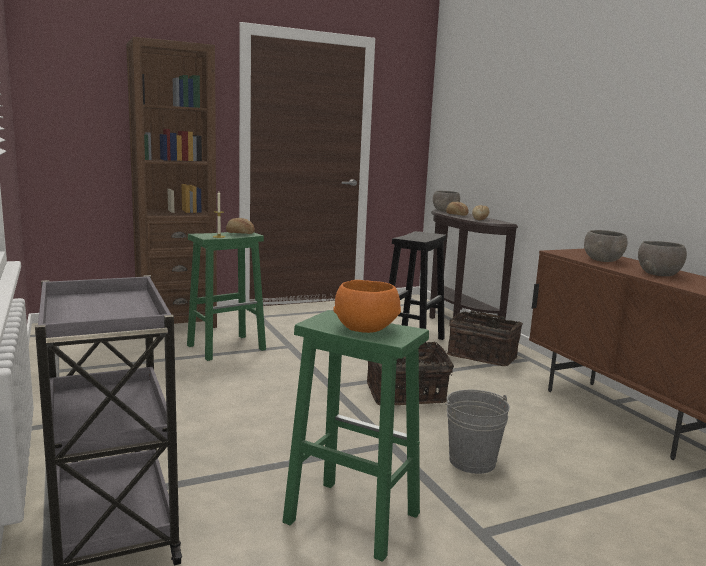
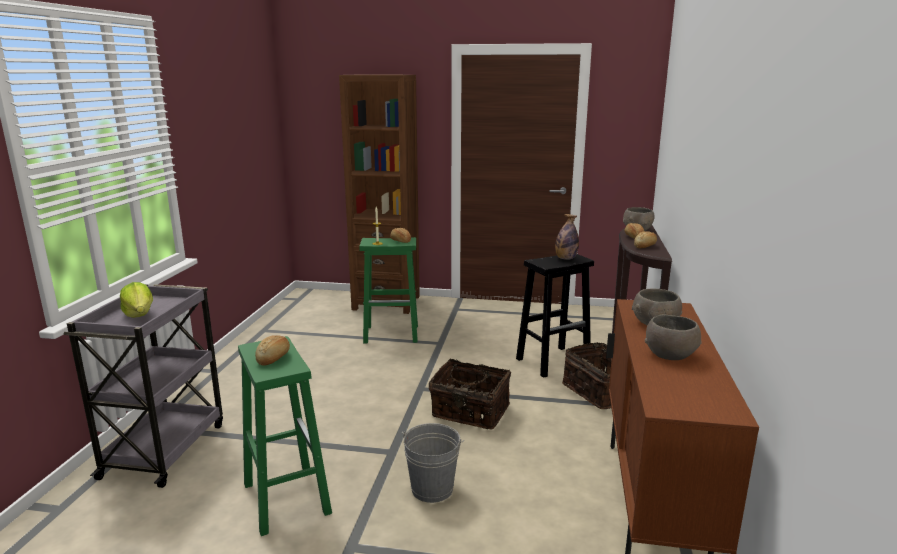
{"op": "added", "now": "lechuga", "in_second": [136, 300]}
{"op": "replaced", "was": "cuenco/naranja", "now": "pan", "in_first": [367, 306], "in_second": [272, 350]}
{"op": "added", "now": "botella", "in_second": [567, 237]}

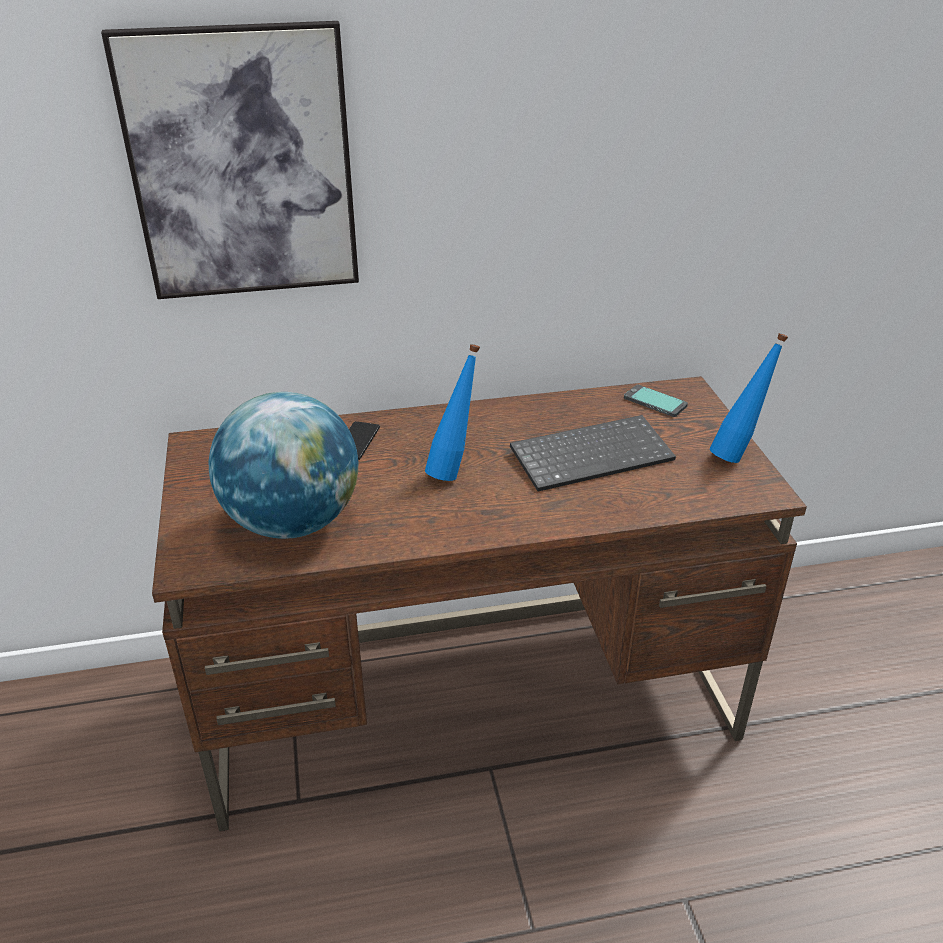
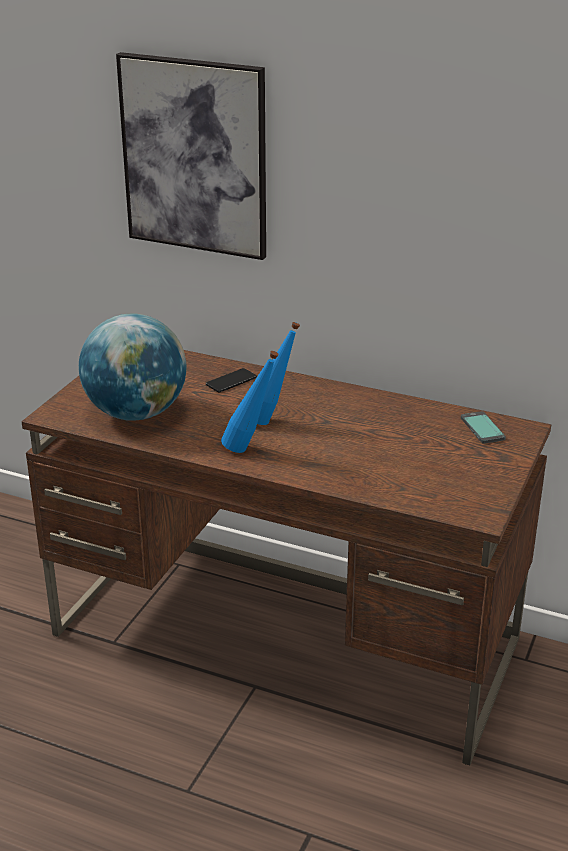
{"op": "moved", "was": "botella/azul", "in_first": [749, 398], "in_second": [250, 402]}
{"op": "removed", "was": "teclado", "in_first": [593, 453]}

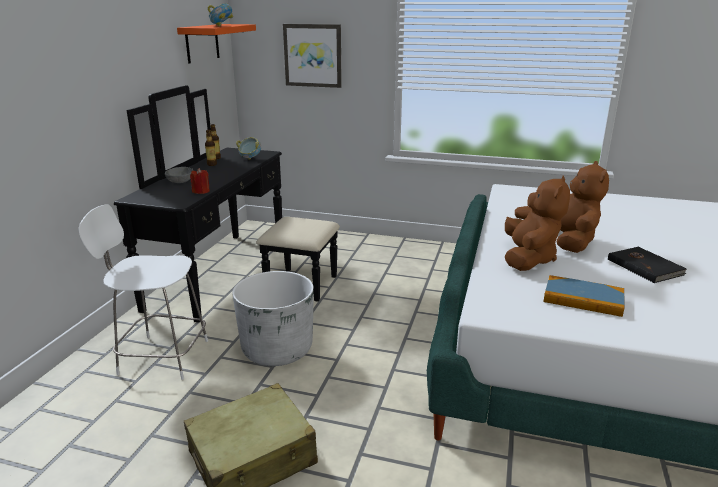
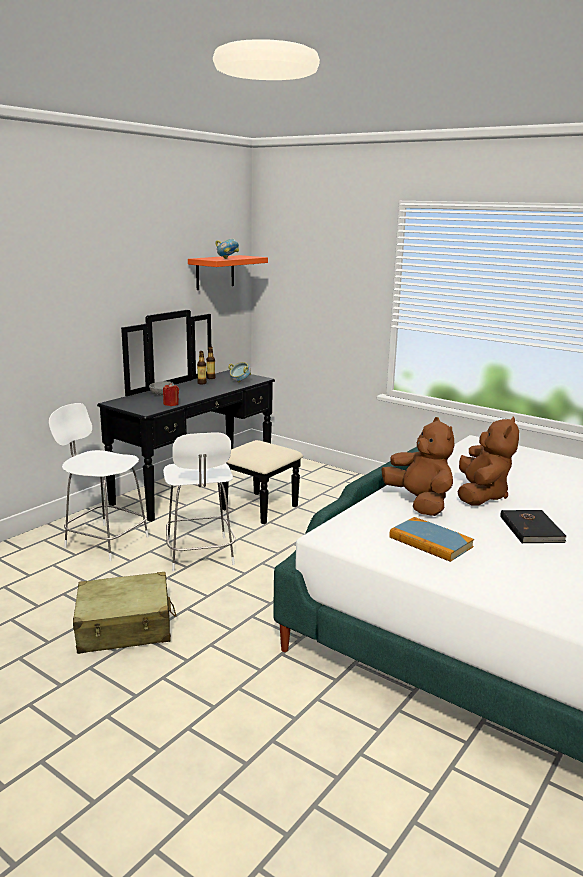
{"op": "replaced", "was": "maceta/blanco", "now": "silla/blanco", "in_first": [273, 318], "in_second": [199, 501]}
{"op": "turned", "was": "peluche/marrón", "in_first": [537, 223], "in_second": [417, 466], "clockwise": -60}
{"op": "removed", "was": "cuadro", "in_first": [312, 56]}

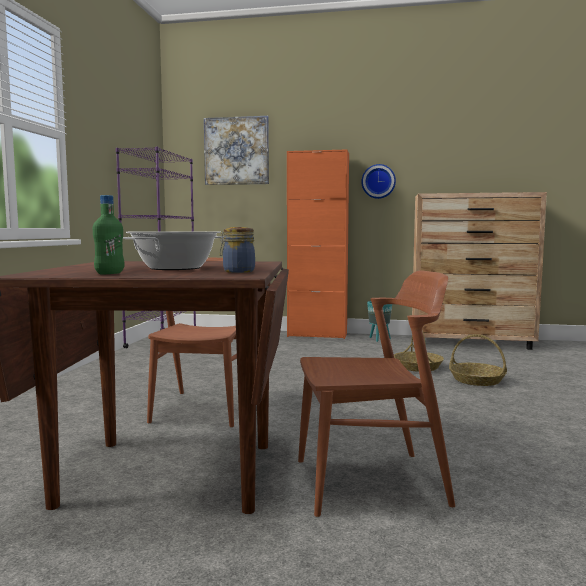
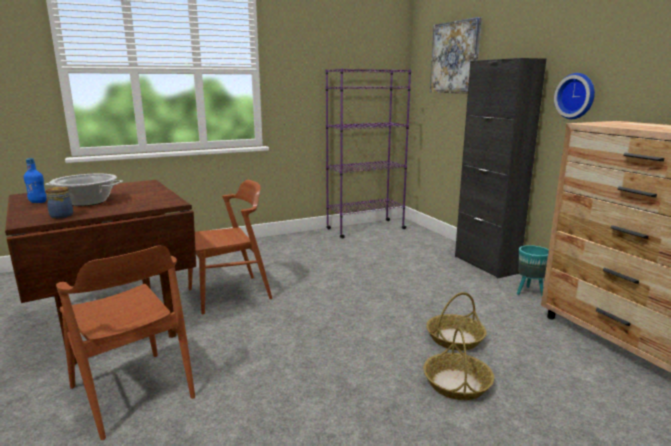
{"op": "recoloured", "was": "botella/verde", "now": "botella/azul", "in_first": [109, 234], "in_second": [35, 180]}
{"op": "recoloured", "was": "armario/naranja", "now": "armario/negro", "in_first": [318, 244], "in_second": [500, 168]}

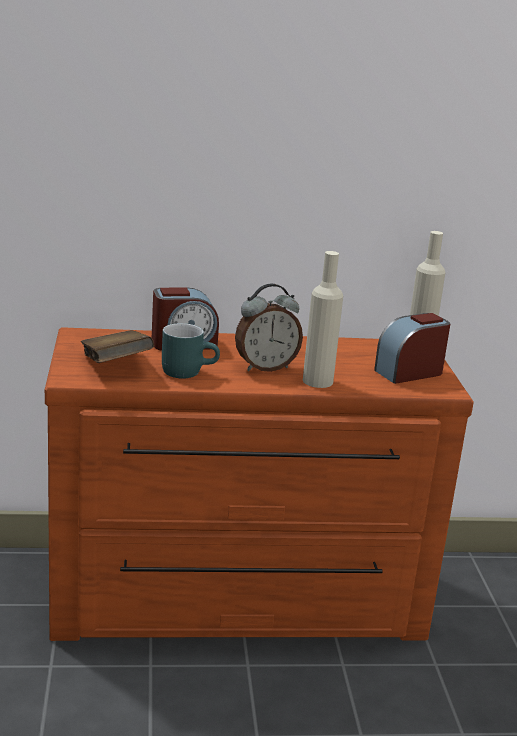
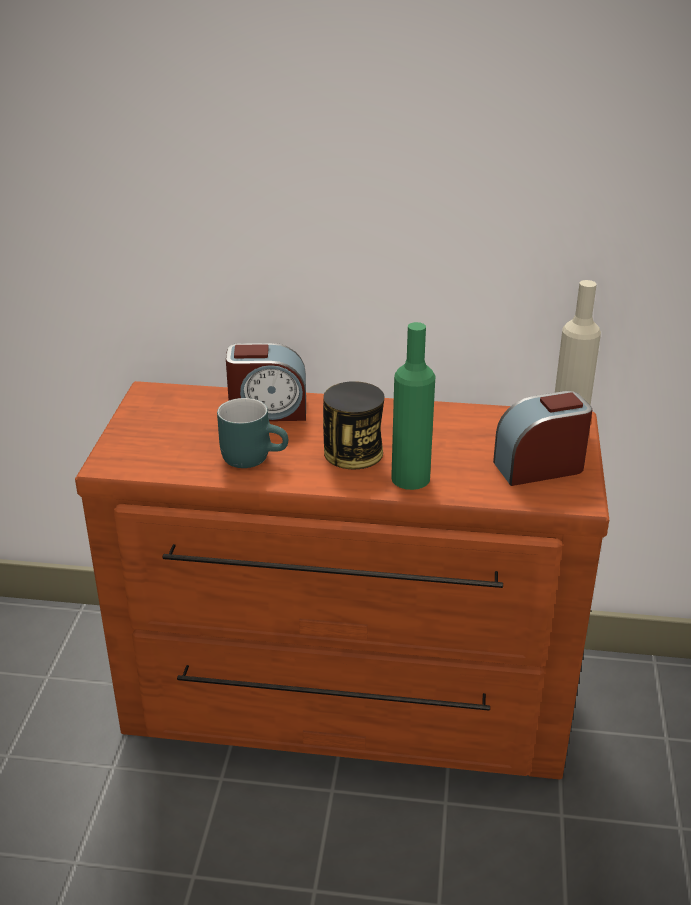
{"op": "replaced", "was": "despertador", "now": "lata", "in_first": [269, 327], "in_second": [354, 425]}
{"op": "recoloured", "was": "botella/beis", "now": "botella/verde", "in_first": [323, 319], "in_second": [413, 406]}
{"op": "removed", "was": "libro/marrón", "in_first": [117, 346]}

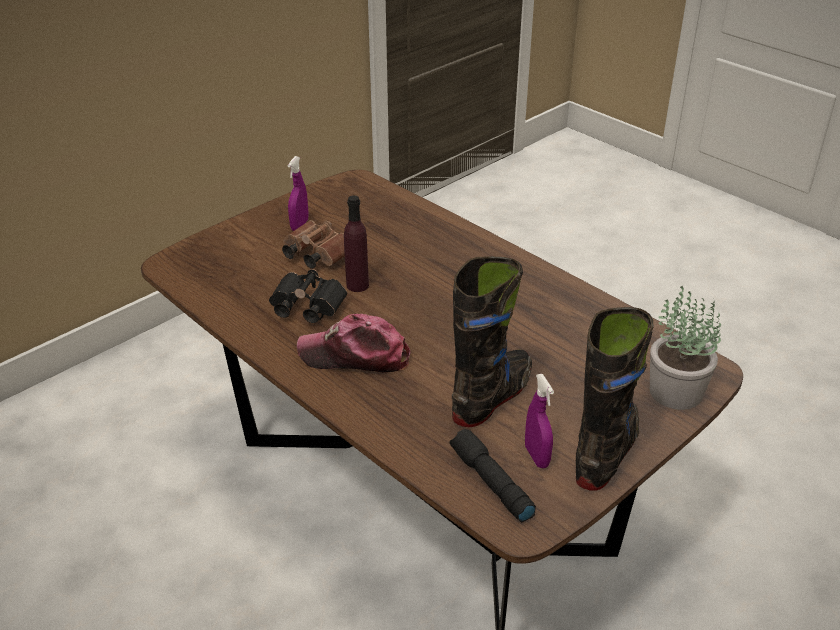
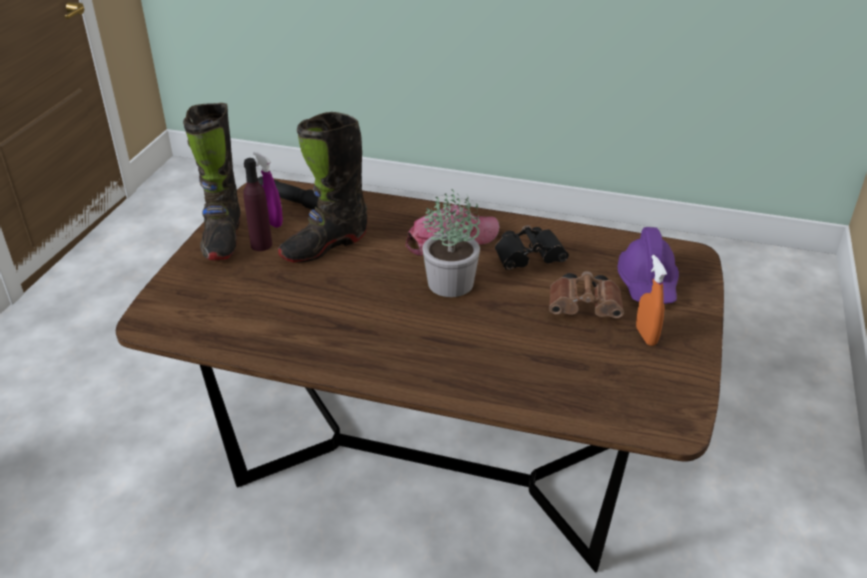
{"op": "moved", "was": "botella/morado", "in_first": [356, 243], "in_second": [258, 204]}
{"op": "turned", "was": "bota/negro", "in_first": [492, 341], "in_second": [323, 187], "clockwise": 45}
{"op": "moved", "was": "planta en maceta", "in_first": [685, 347], "in_second": [451, 243]}
{"op": "added", "now": "casco/morado", "in_second": [648, 265]}
{"op": "recoloured", "was": "pulverizador/morado", "now": "pulverizador/naranja", "in_first": [298, 193], "in_second": [651, 300]}

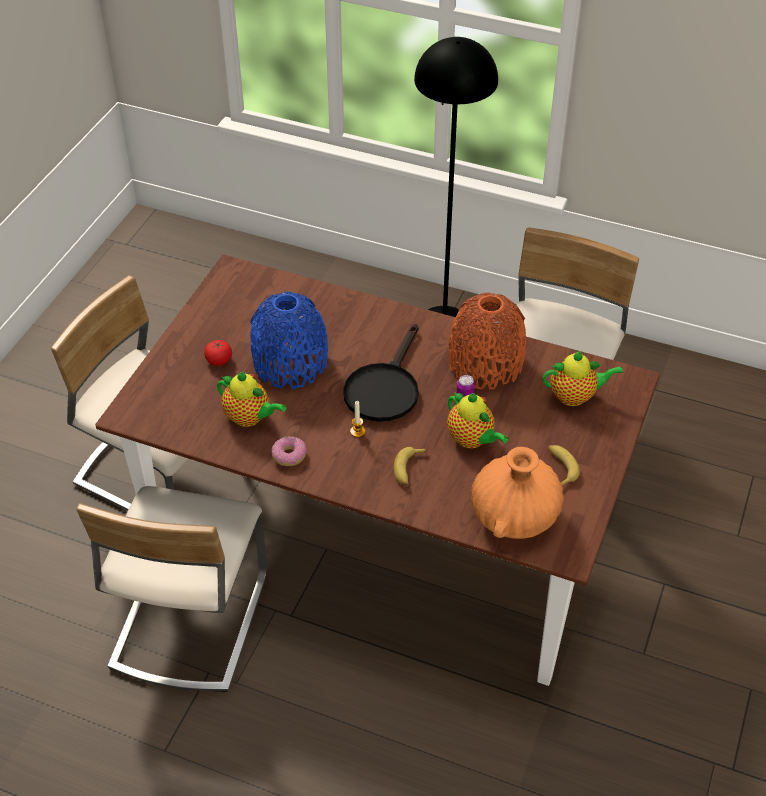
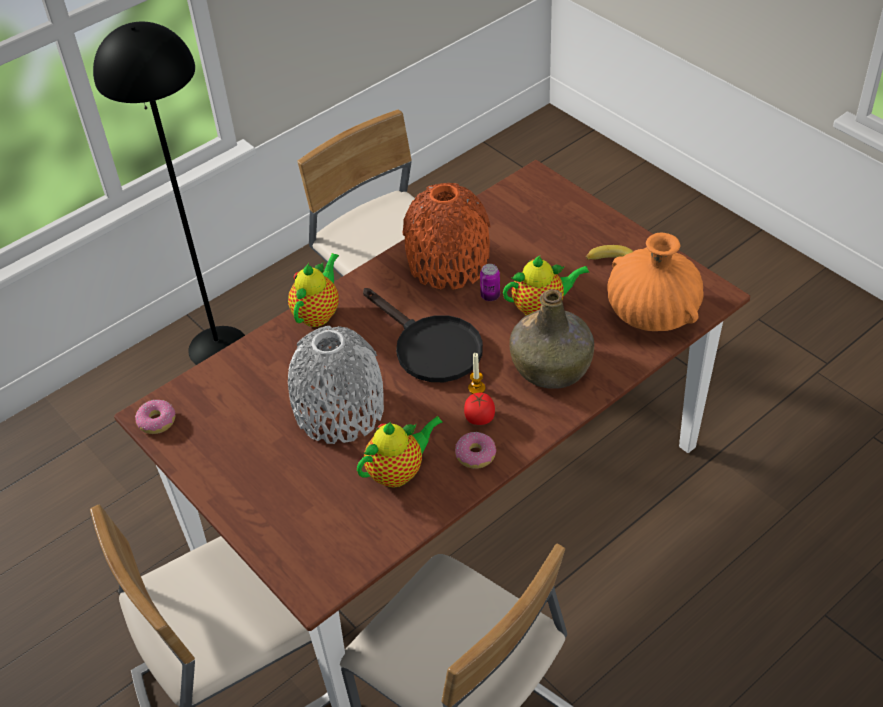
{"op": "added", "now": "rosquilla", "in_second": [155, 417]}
{"op": "moved", "was": "tetera", "in_first": [583, 378], "in_second": [313, 290]}
{"op": "recoloured", "was": "florero/azul", "now": "florero/gris", "in_first": [289, 340], "in_second": [336, 385]}
{"op": "moved", "was": "tomate", "in_first": [218, 353], "in_second": [479, 408]}
{"op": "replaced", "was": "plátano", "now": "botella/verde", "in_first": [410, 466], "in_second": [551, 339]}

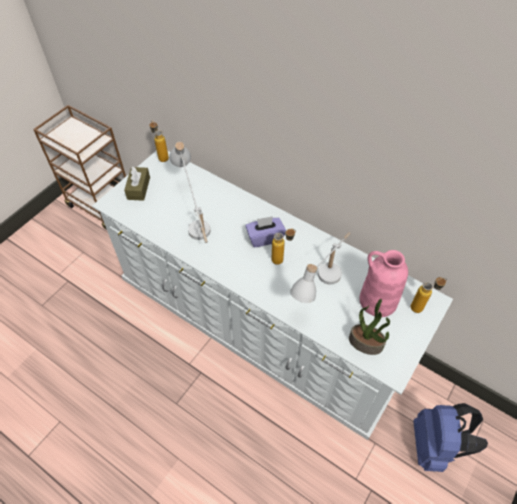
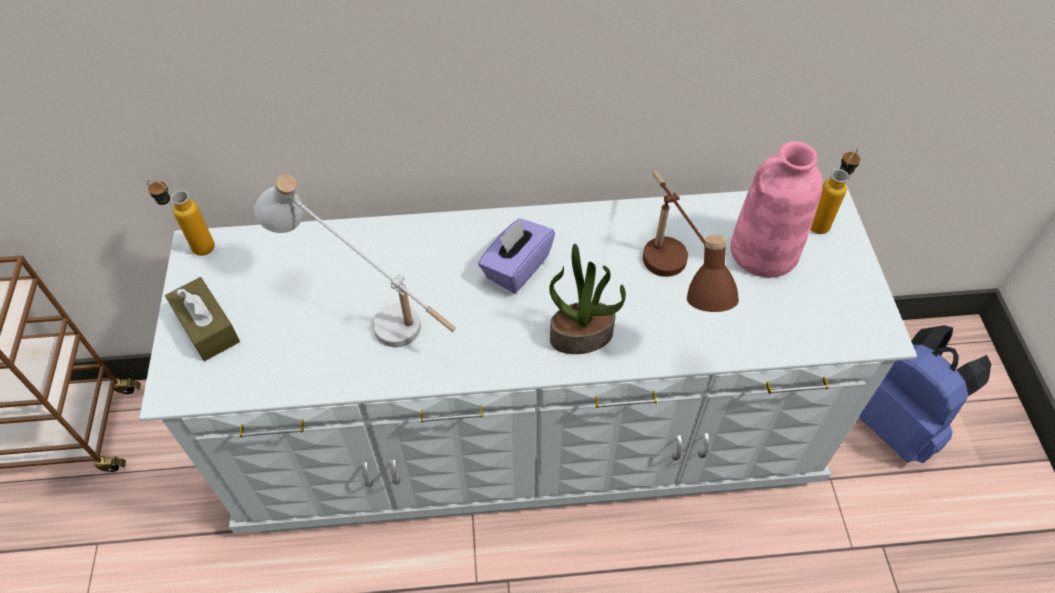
{"op": "moved", "was": "planta en maceta", "in_first": [369, 327], "in_second": [587, 299]}
{"op": "recoloured", "was": "lámpara de mesa/blanco", "now": "lámpara de mesa/marrón", "in_first": [320, 267], "in_second": [691, 241]}
{"op": "removed", "was": "botella", "in_first": [283, 247]}

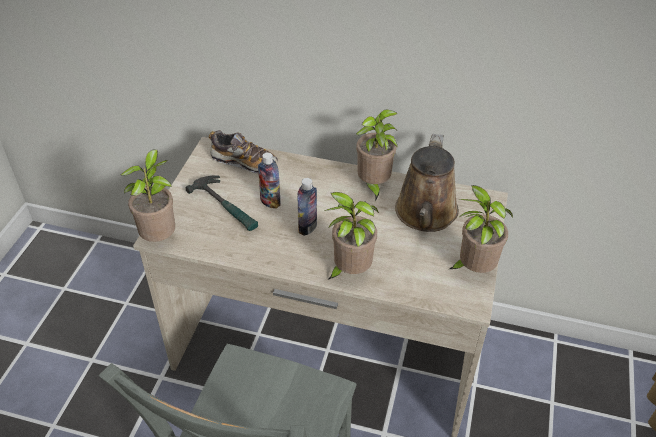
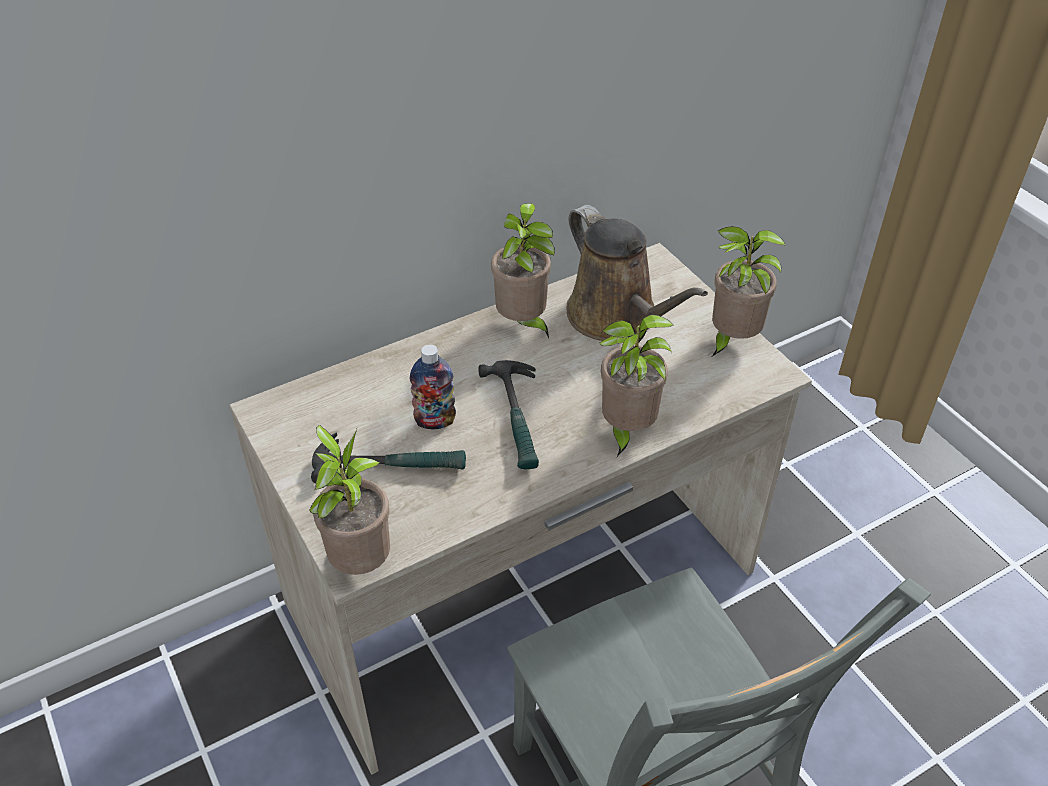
{"op": "replaced", "was": "botella", "now": "martillo", "in_first": [307, 207], "in_second": [508, 414]}
{"op": "removed", "was": "zapato", "in_first": [243, 151]}

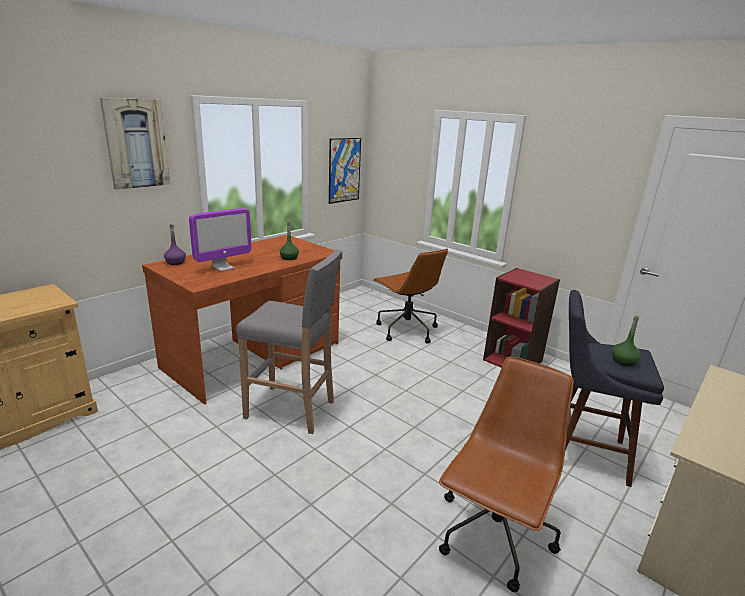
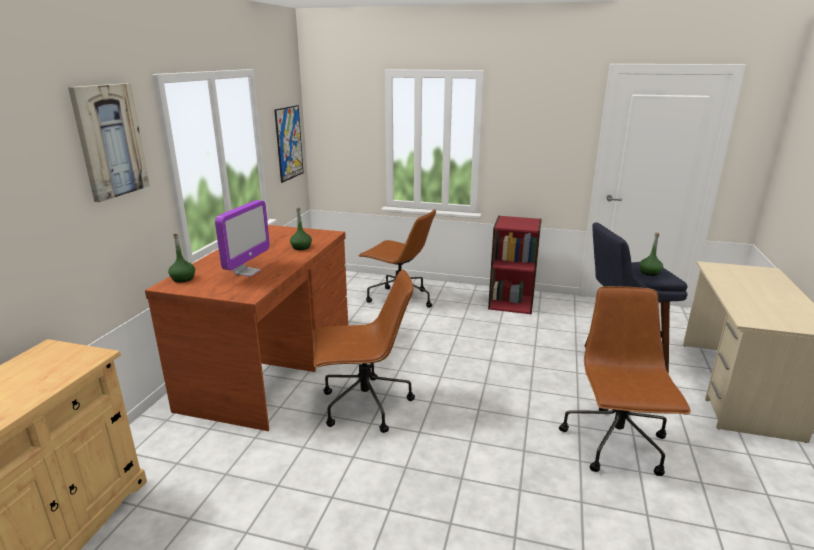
{"op": "recoloured", "was": "botella/morado", "now": "botella/verde", "in_first": [175, 244], "in_second": [181, 257]}
{"op": "replaced", "was": "taburete/gris", "now": "silla de oficina/marrón", "in_first": [289, 341], "in_second": [364, 351]}

